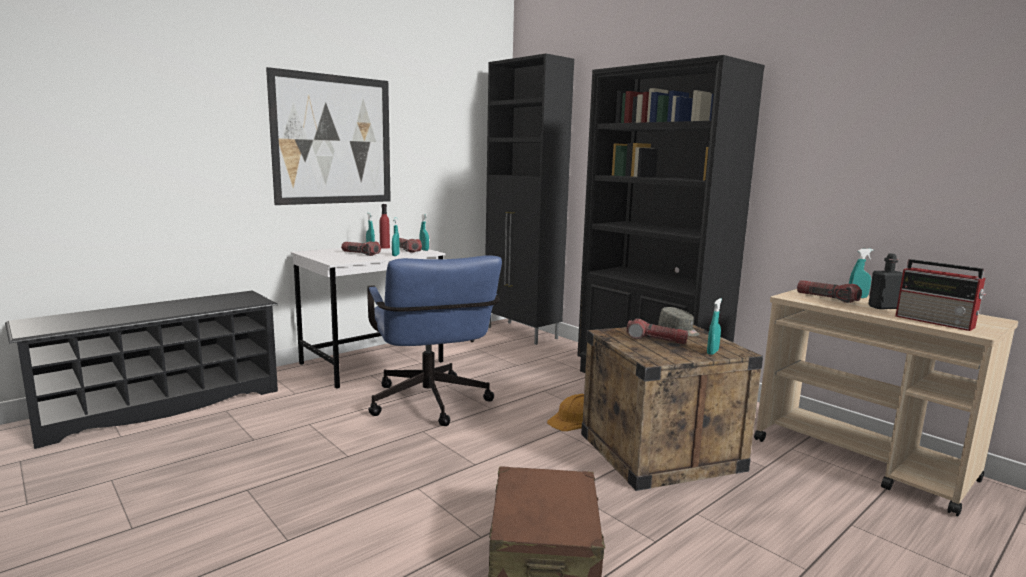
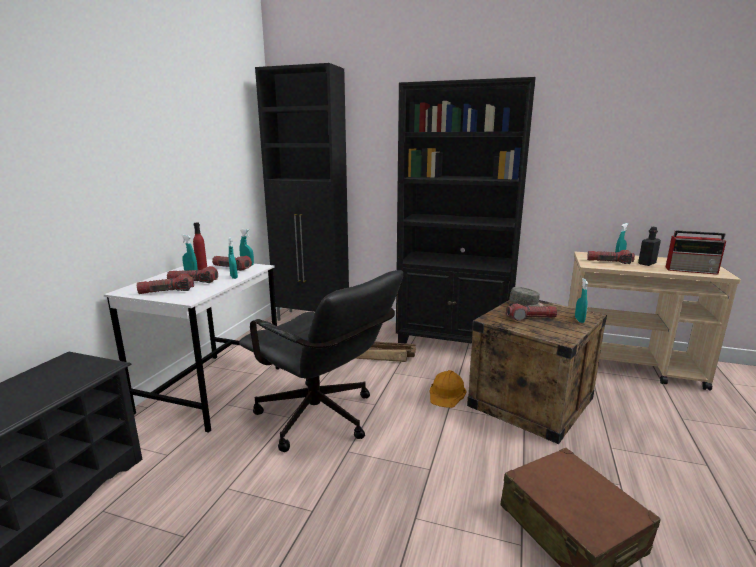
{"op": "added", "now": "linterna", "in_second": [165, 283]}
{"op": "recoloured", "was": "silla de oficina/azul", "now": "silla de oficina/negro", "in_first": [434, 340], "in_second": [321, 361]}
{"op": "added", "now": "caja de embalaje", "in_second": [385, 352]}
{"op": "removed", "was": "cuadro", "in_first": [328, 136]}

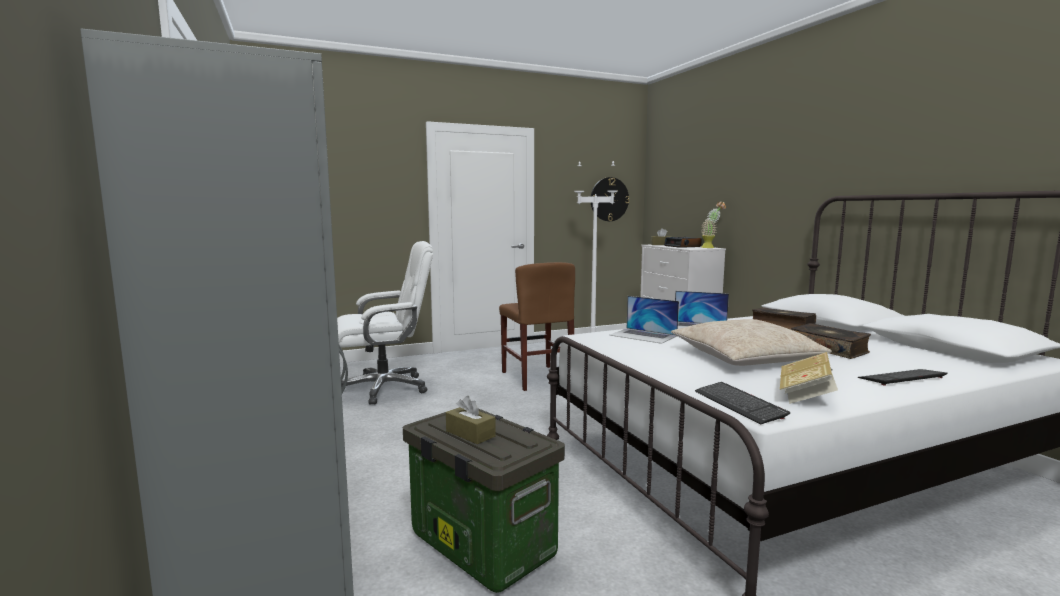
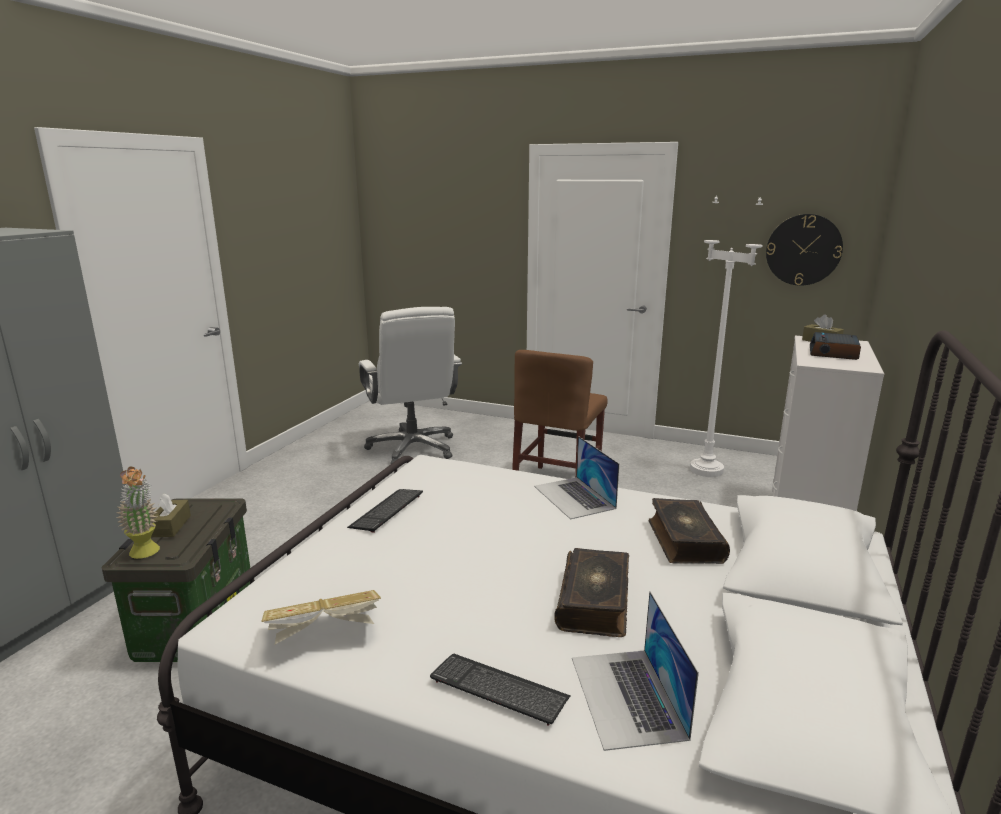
{"op": "moved", "was": "planta en maceta", "in_first": [713, 224], "in_second": [138, 513]}
{"op": "moved", "was": "teclado", "in_first": [742, 403], "in_second": [385, 511]}
{"op": "turned", "was": "silla de oficina/blanco", "in_first": [385, 323], "in_second": [410, 385], "clockwise": 45}
{"op": "moved", "was": "portátil", "in_first": [644, 320], "in_second": [635, 671]}
{"op": "removed", "was": "cojín/beis", "in_first": [751, 342]}

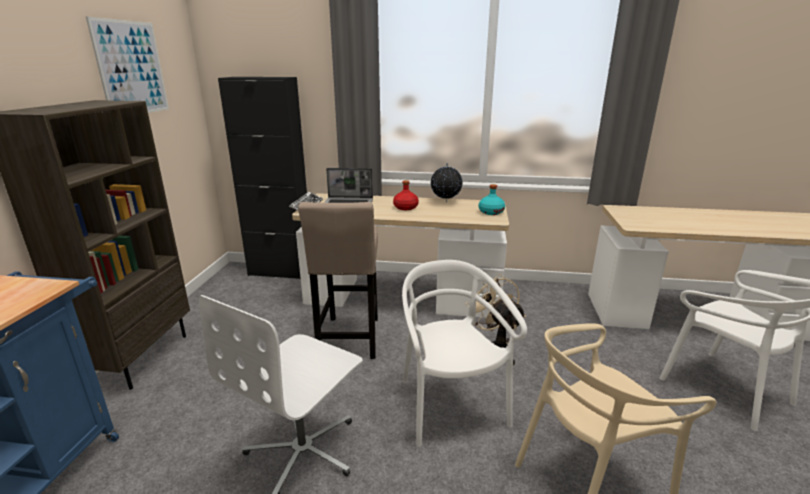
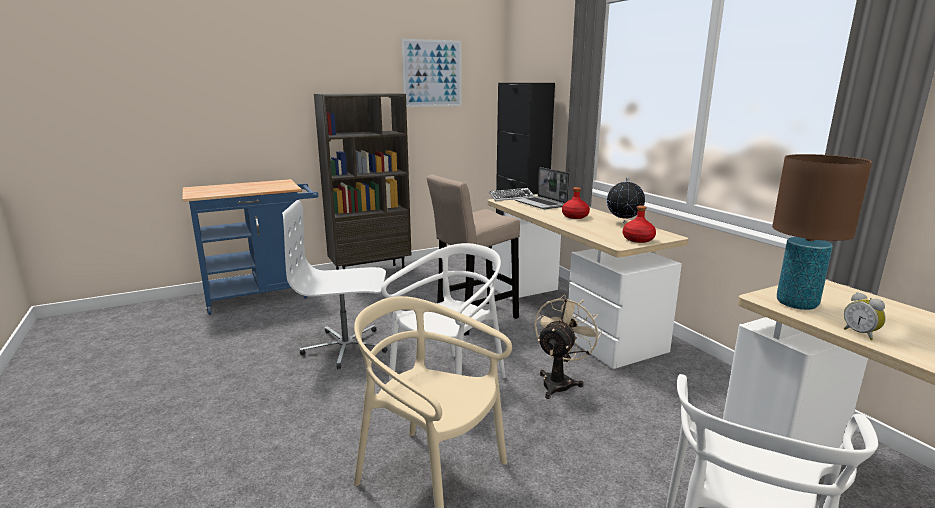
{"op": "recoloured", "was": "botella/turquesa", "now": "botella/rojo", "in_first": [492, 199], "in_second": [639, 224]}
{"op": "added", "now": "lámpara de mesa/marrón", "in_second": [822, 232]}
{"op": "added", "now": "despertador", "in_second": [865, 316]}

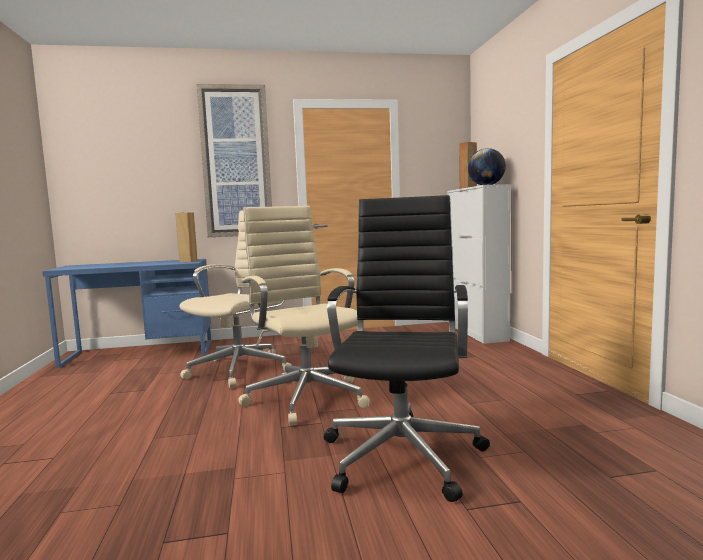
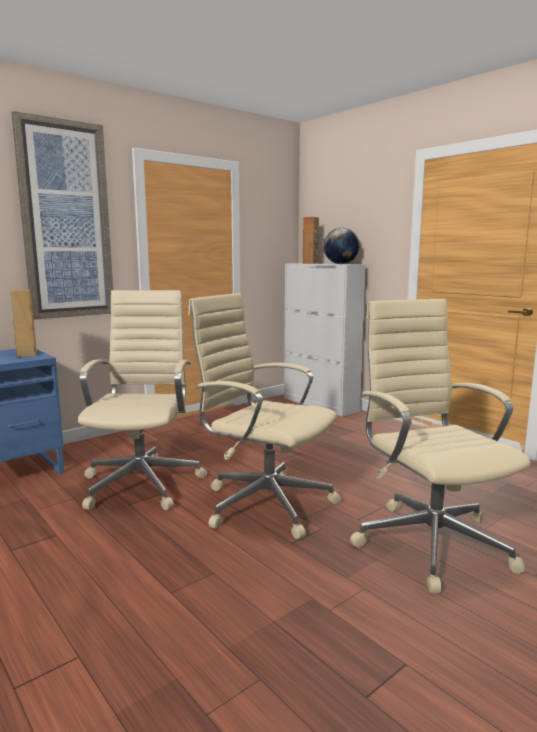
{"op": "recoloured", "was": "silla de oficina/negro", "now": "silla de oficina/beis", "in_first": [407, 348], "in_second": [440, 446]}

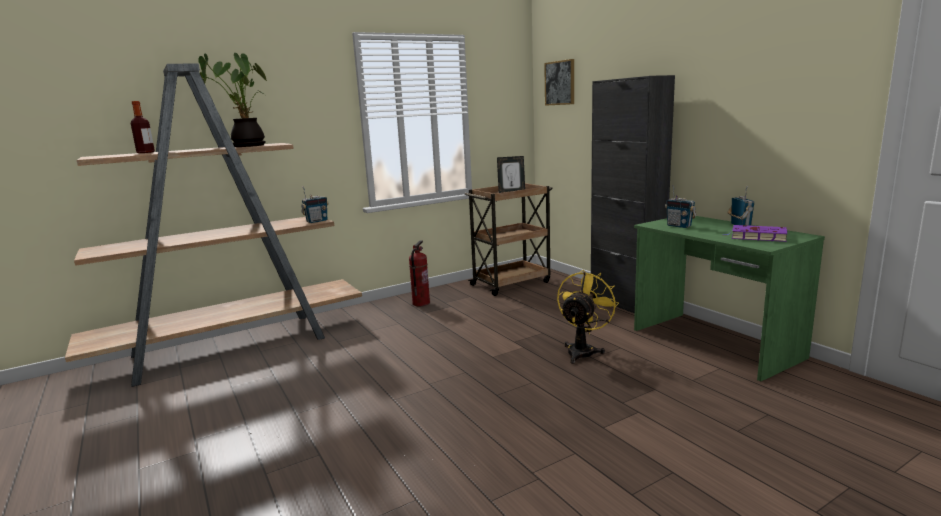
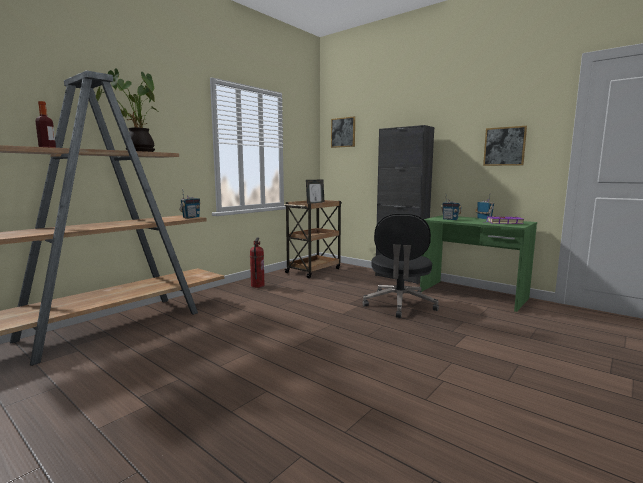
{"op": "replaced", "was": "ventilador/amarillo", "now": "silla de oficina/negro", "in_first": [588, 317], "in_second": [400, 265]}
{"op": "added", "now": "cuadro", "in_second": [505, 146]}

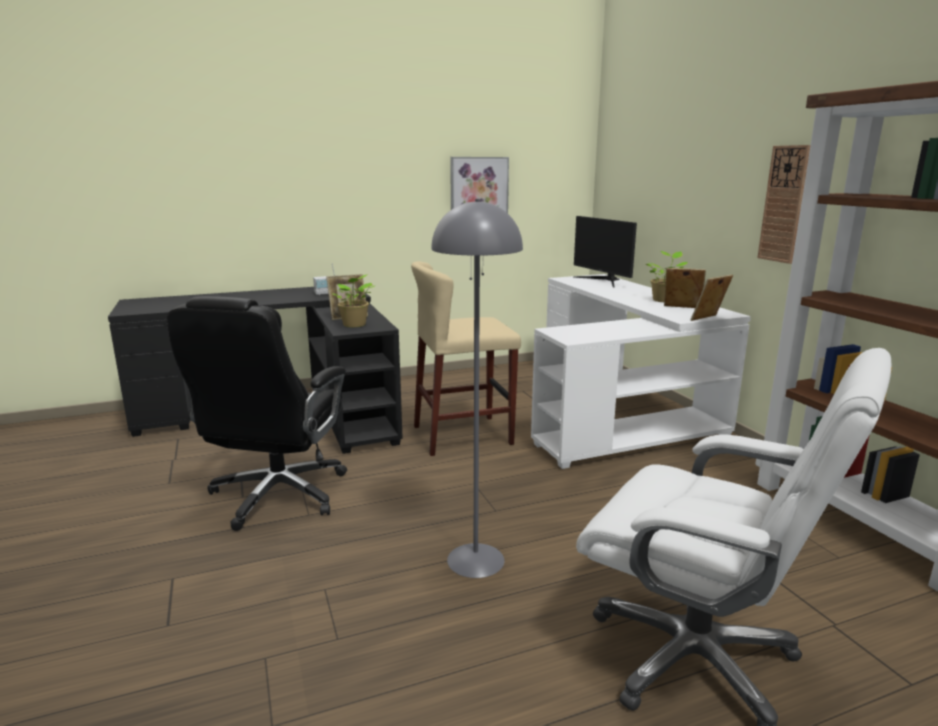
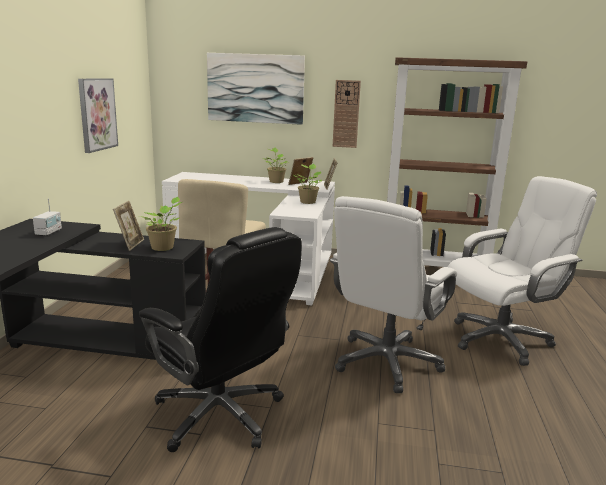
{"op": "added", "now": "cuadro", "in_second": [256, 89]}
{"op": "added", "now": "planta en maceta", "in_second": [307, 184]}
{"op": "replaced", "was": "lámpara de pie/gris", "now": "silla de oficina/blanco", "in_first": [477, 388], "in_second": [393, 294]}
{"op": "removed", "was": "monitor", "in_first": [605, 252]}

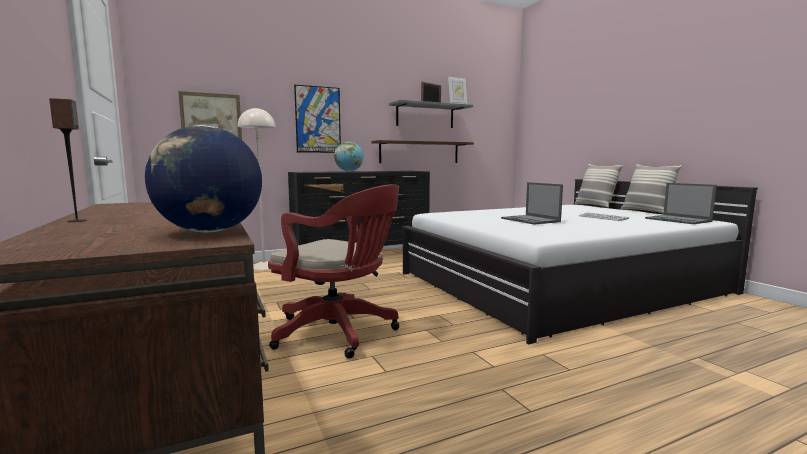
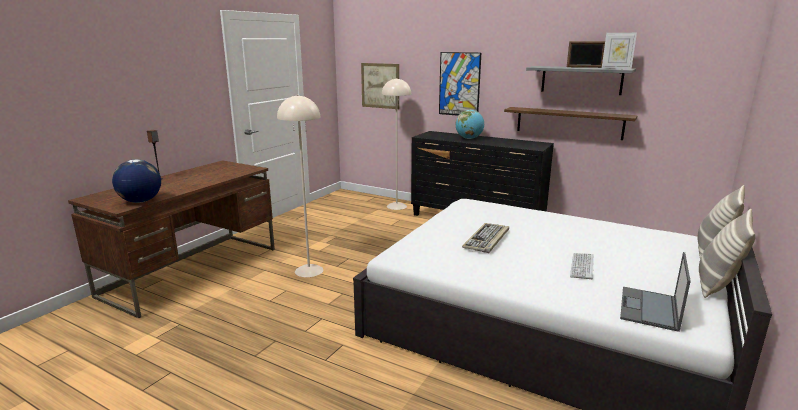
{"op": "replaced", "was": "silla de oficina/rojo", "now": "lámpara de pie/beis", "in_first": [334, 271], "in_second": [300, 186]}
{"op": "replaced", "was": "portátil", "now": "teclado", "in_first": [532, 203], "in_second": [485, 238]}

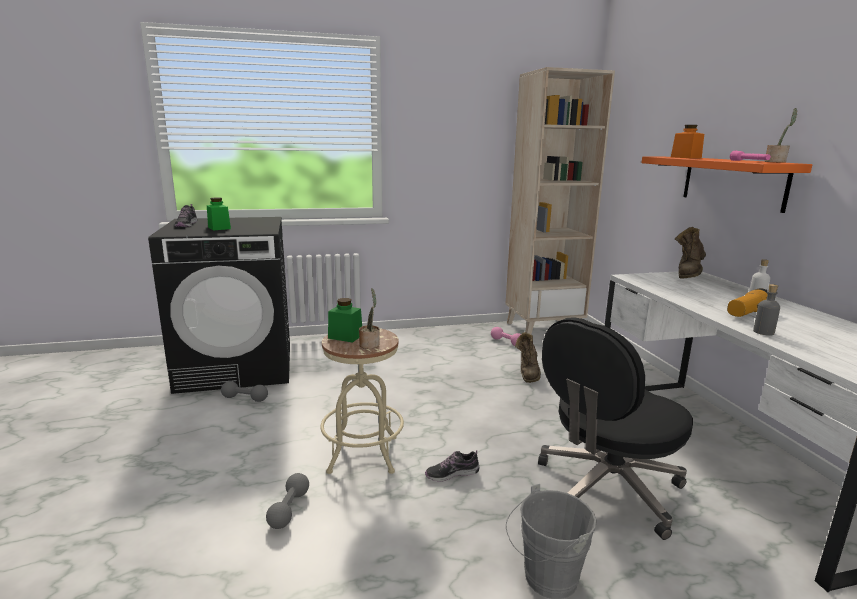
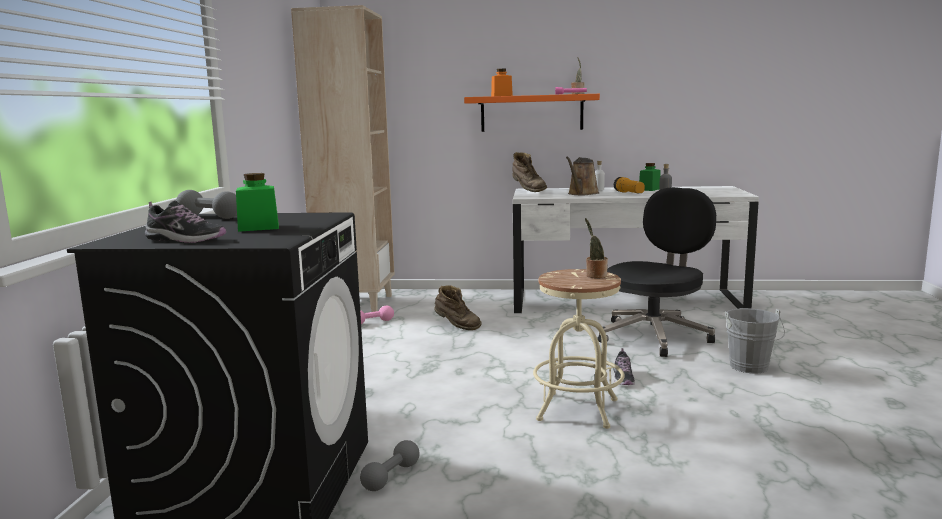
{"op": "moved", "was": "mancuerna/gris", "in_first": [287, 501], "in_second": [206, 204]}
{"op": "added", "now": "regadera/marrón", "in_second": [582, 176]}
{"op": "turned", "was": "silla de oficina/negro", "in_first": [615, 428], "in_second": [656, 272], "clockwise": -120}
{"op": "moved", "was": "tarro/verde", "in_first": [345, 320], "in_second": [649, 177]}

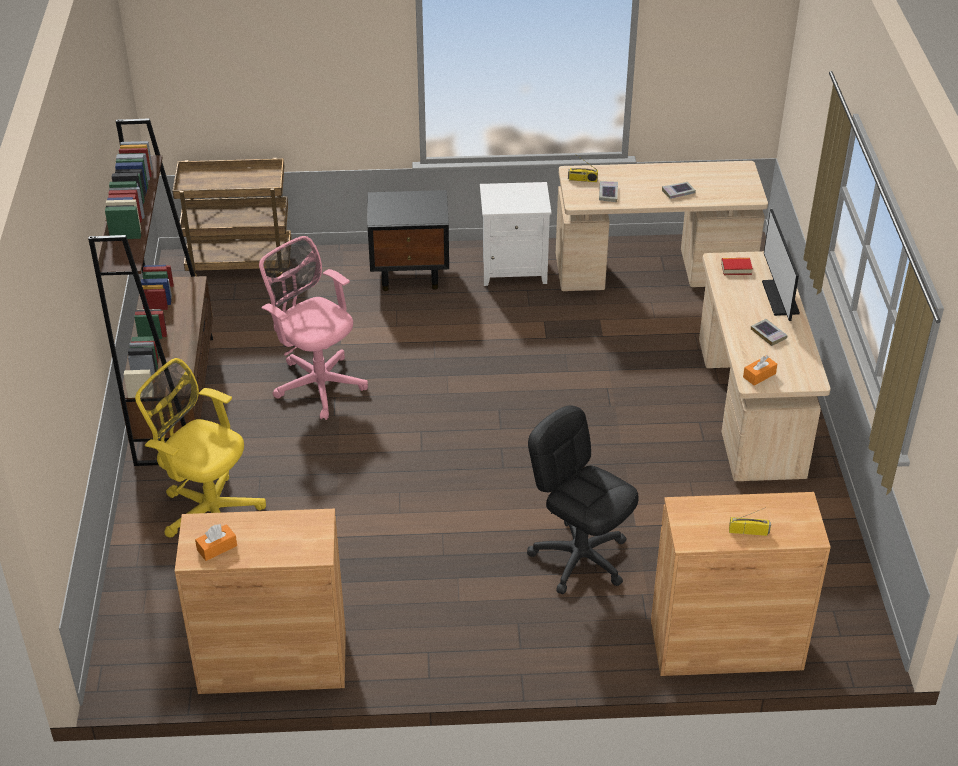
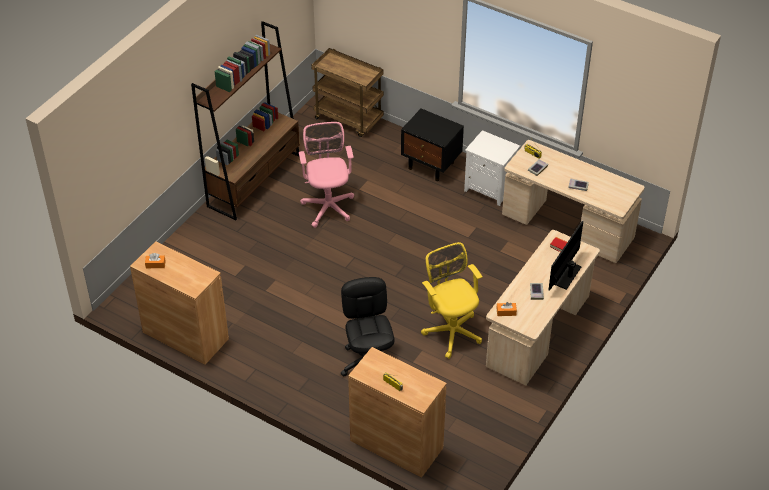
{"op": "moved", "was": "silla de oficina/amarillo", "in_first": [200, 447], "in_second": [452, 300]}

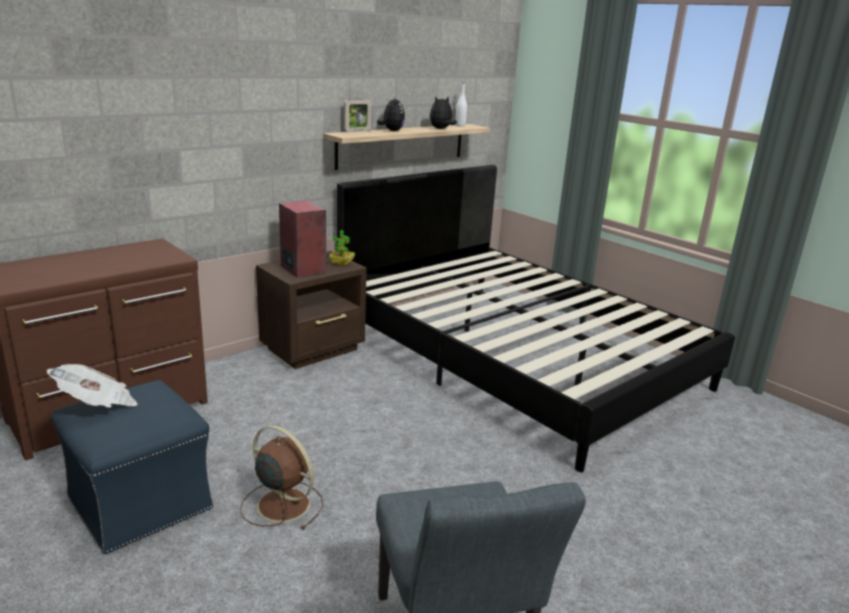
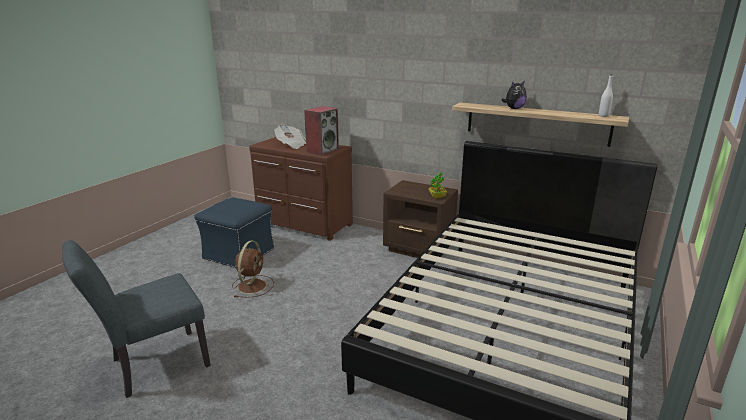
{"op": "moved", "was": "periódico", "in_first": [92, 386], "in_second": [290, 137]}
{"op": "moved", "was": "altavoz", "in_first": [302, 239], "in_second": [321, 131]}
{"op": "removed", "was": "portarretratos", "in_first": [358, 116]}
{"op": "removed", "was": "peluche", "in_first": [443, 113]}

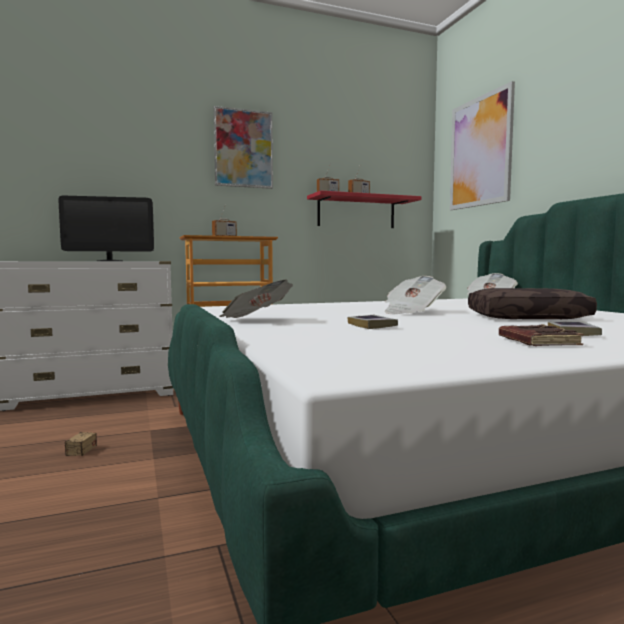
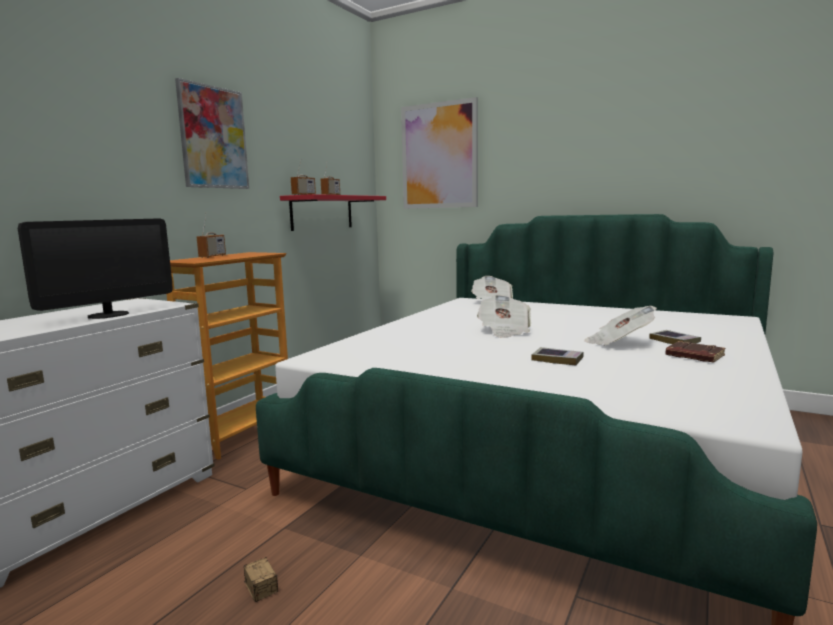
{"op": "moved", "was": "periódico", "in_first": [256, 298], "in_second": [621, 326]}
{"op": "removed", "was": "cojín/marrón", "in_first": [532, 303]}

